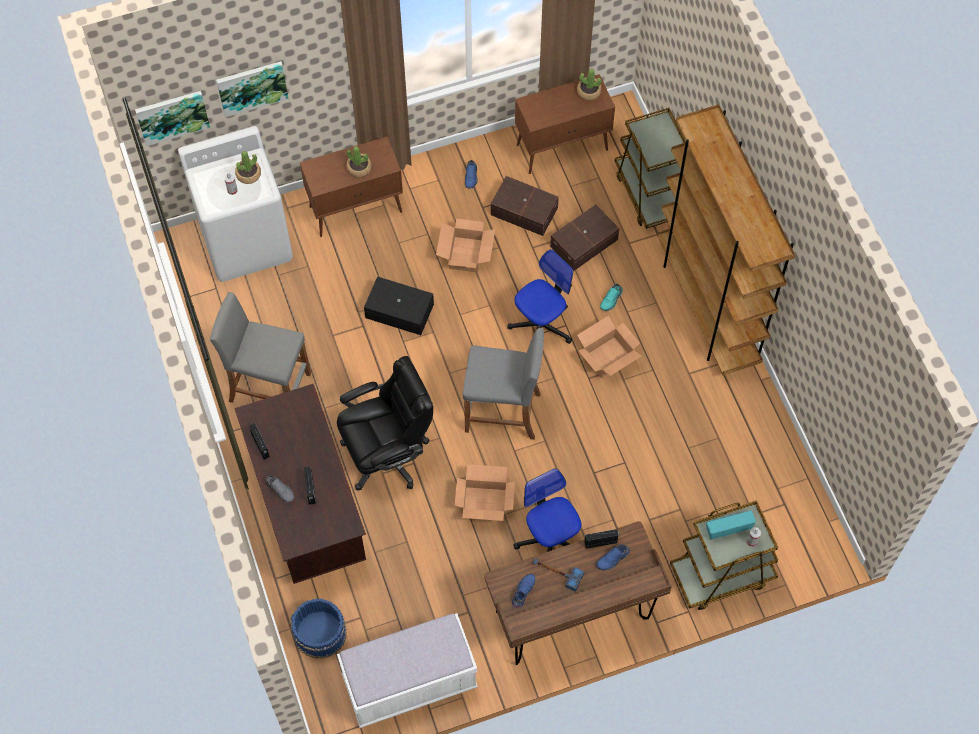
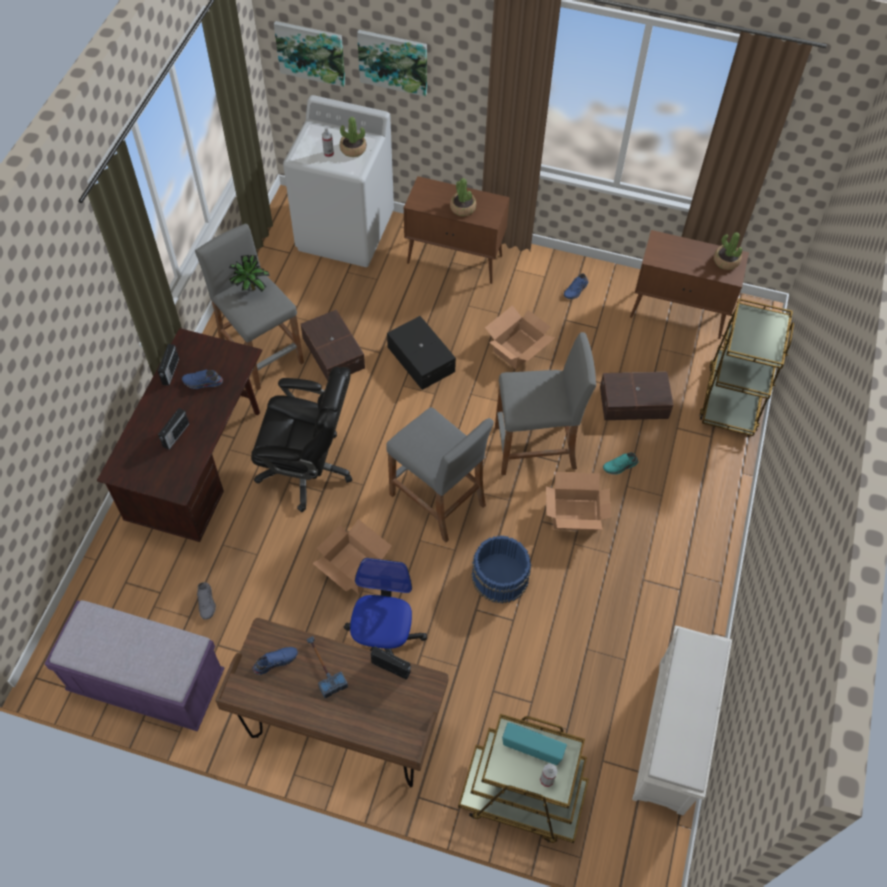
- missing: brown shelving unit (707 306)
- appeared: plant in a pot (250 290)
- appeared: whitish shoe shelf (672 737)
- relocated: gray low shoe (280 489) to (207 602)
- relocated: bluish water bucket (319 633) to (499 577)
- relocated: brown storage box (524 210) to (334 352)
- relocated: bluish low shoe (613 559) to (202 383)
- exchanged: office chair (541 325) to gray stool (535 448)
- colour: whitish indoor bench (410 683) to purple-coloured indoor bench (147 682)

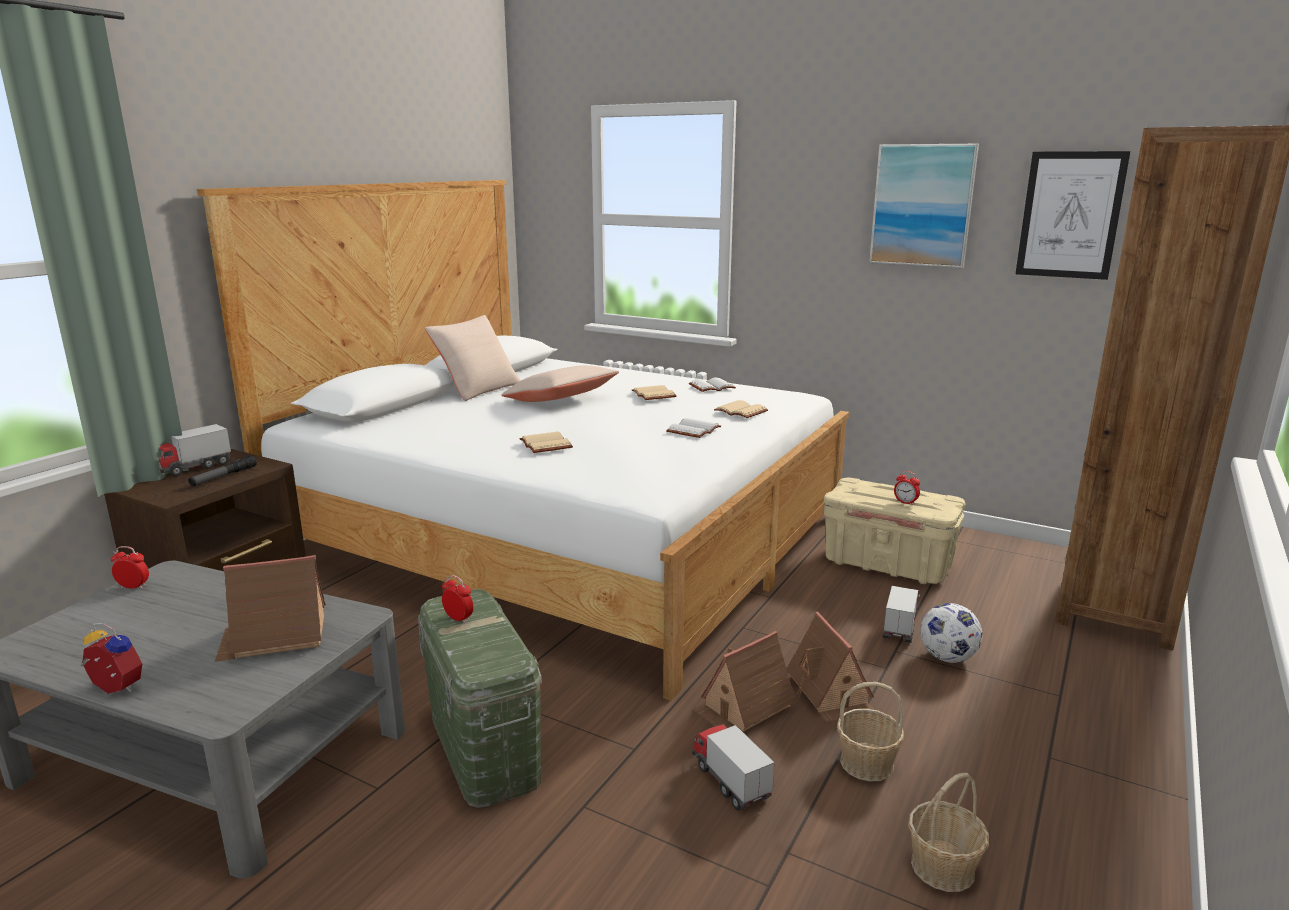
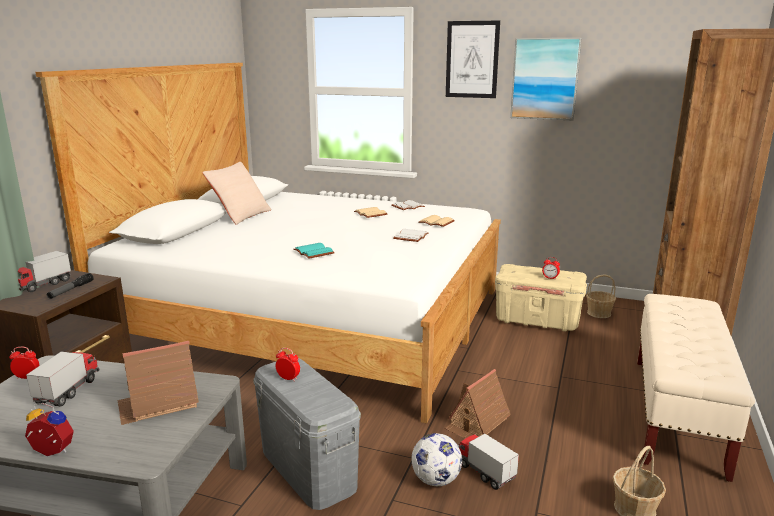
- missing: beige throw pillow (560 400)
- missing: miniature house (830 692)
- appeared: beige indoor bench (677 414)
- relocated: basket (867 763) to (599 313)
- relocated: toy lorry (899 627) to (68 391)
- relocated: ball for football (947 658) to (436 480)
- relocated: wall picture (1070 215) to (472 59)
- colour: green storage box (483 747) to gray storage box (307 468)
- colour: beige bound book (544 444) to turquoise-coloured bound book (312 252)

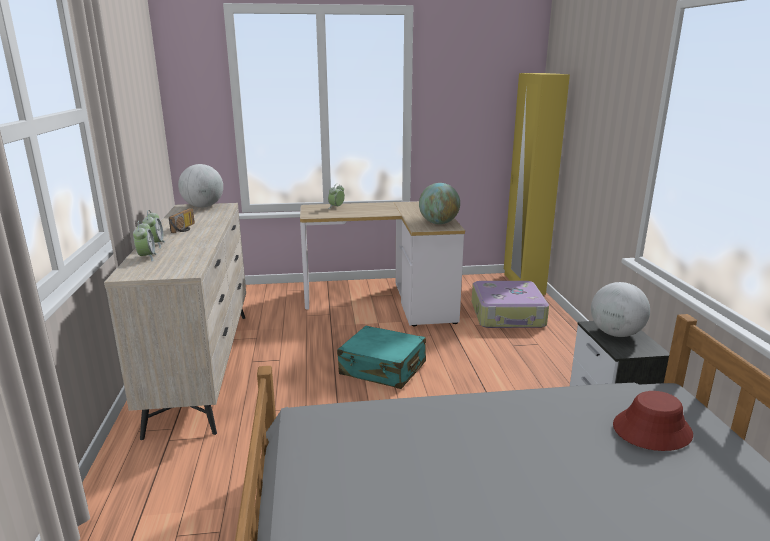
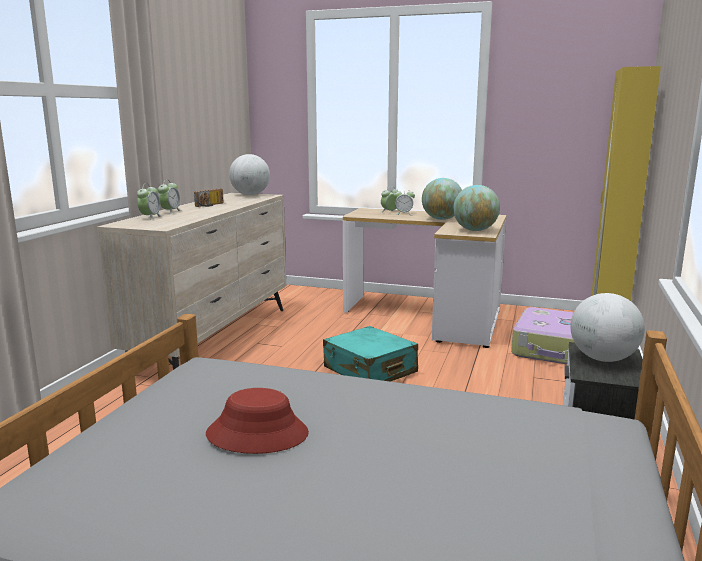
- appeared: table clock (403 214)
- appeared: desk globe (441 219)
- relocated: red-coloured hat (651 430) to (257 434)

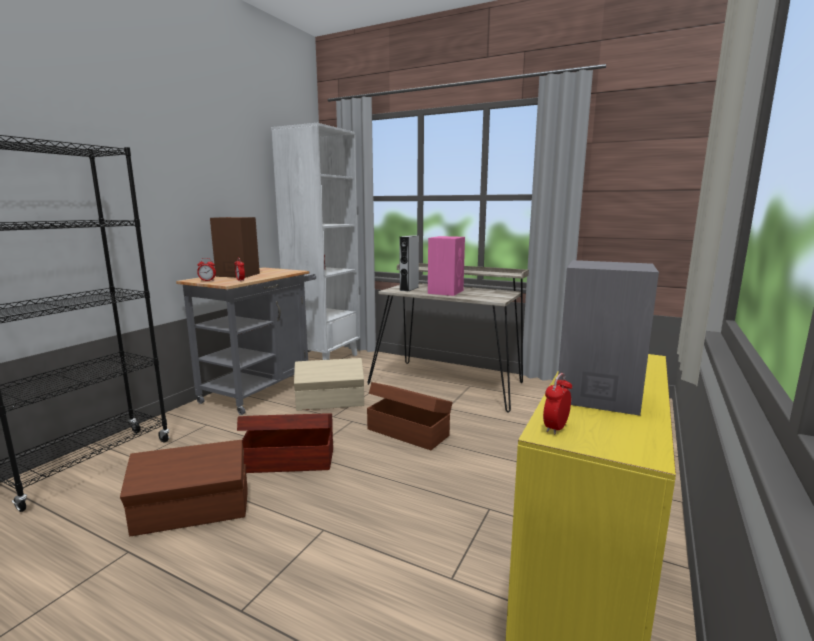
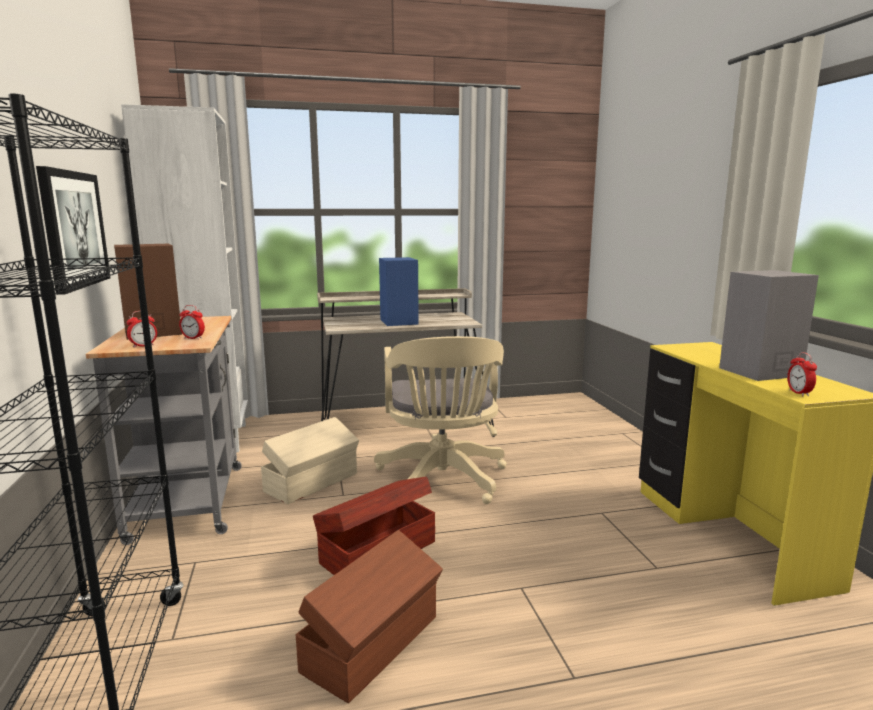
- missing: gray speaker (409 289)
- appeared: wall picture (74 229)
- exchanged: brown storage box (408 431) to beige office chair (442 481)
- colour: pink-coloured speaker (446 292) to bluish speaker (398 321)

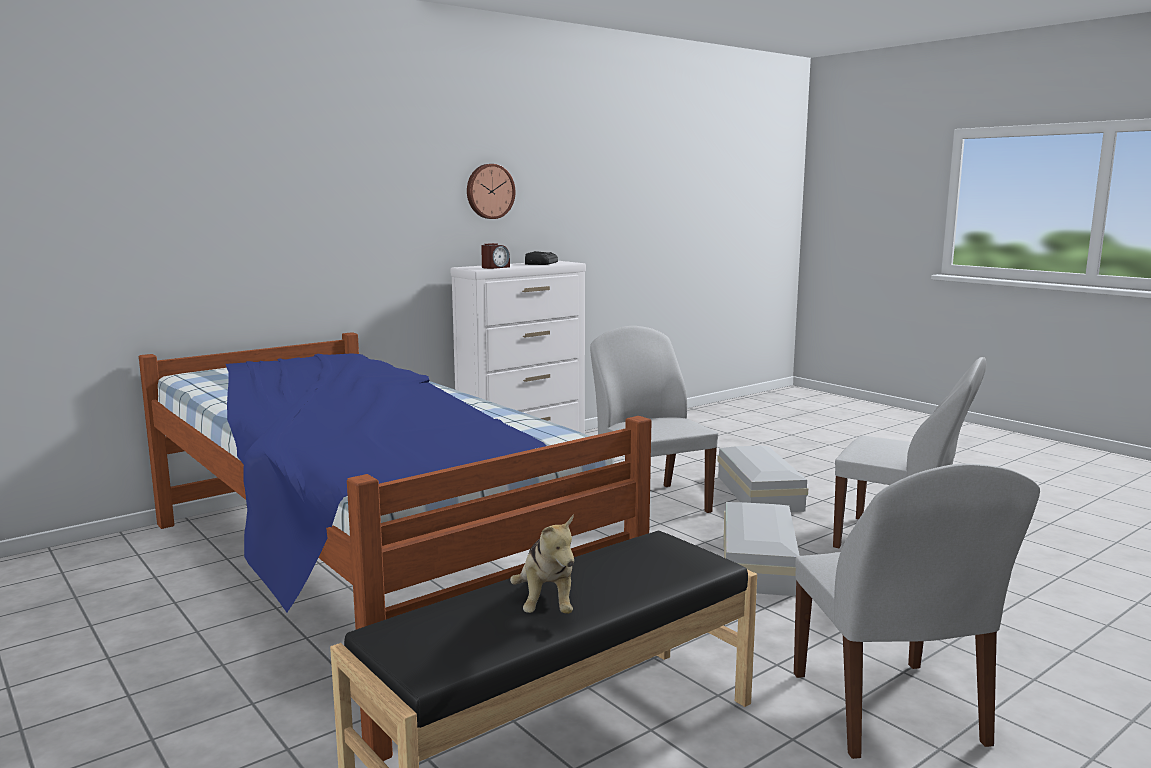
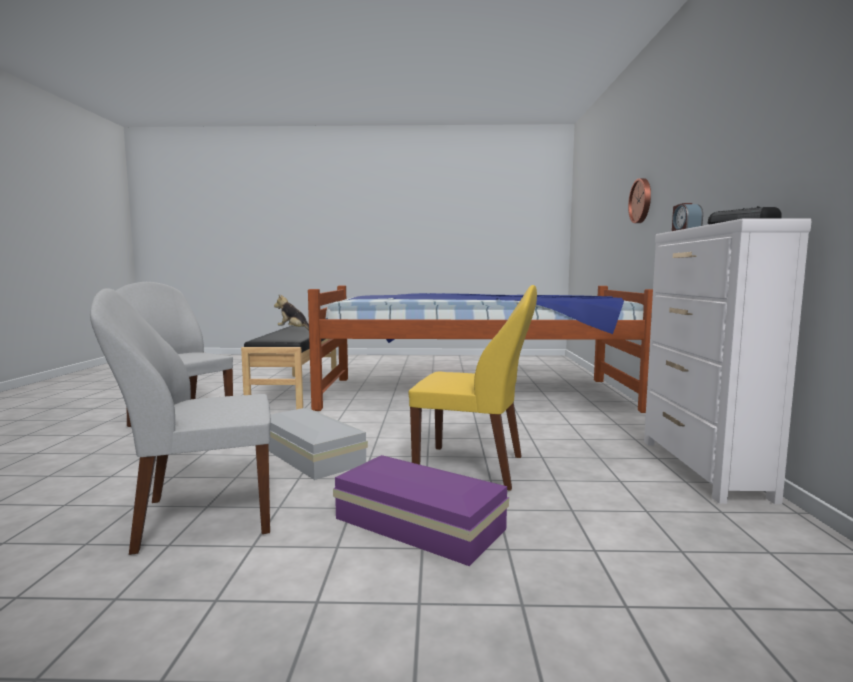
- relocated: hanging clock (489 191) to (641 201)
- colour: whitish chair (651 503) to yellow-coloured chair (473 468)
- colour: whitish storage box (760 492) to purple-coloured storage box (420 525)

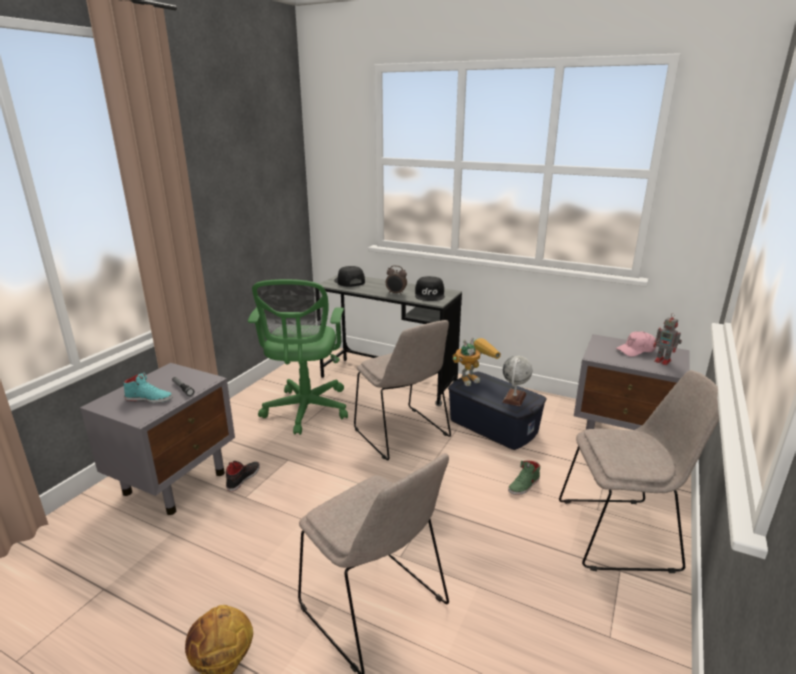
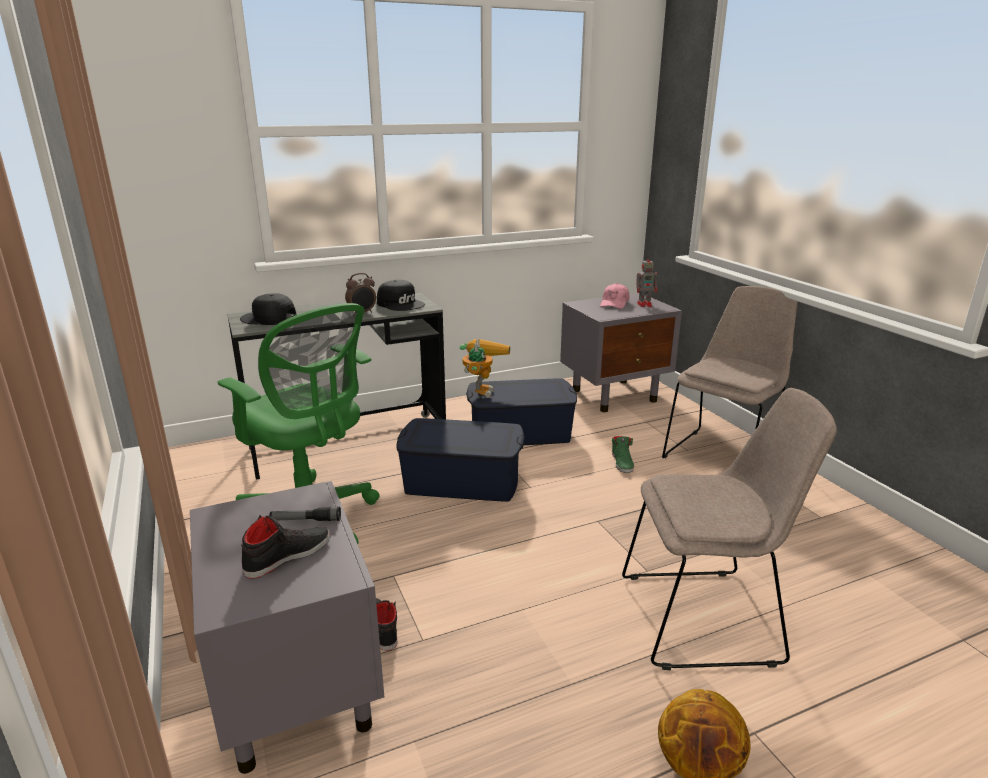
- missing: desk globe (514 398)
- exchanged: beige chair (402 434) to bluish storage box (462 482)
- colour: turquoise-coloured low shoe (149 398) to black low shoe (287 555)

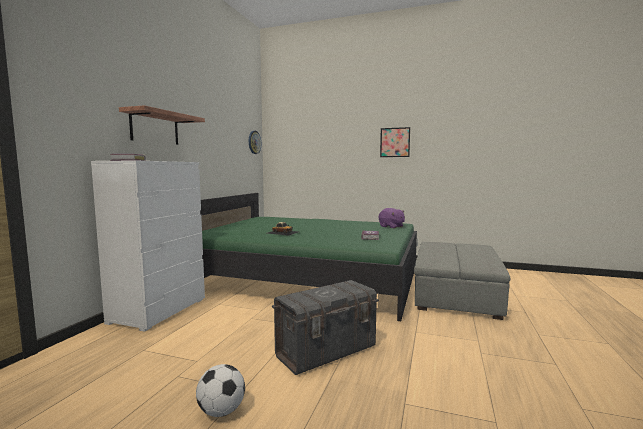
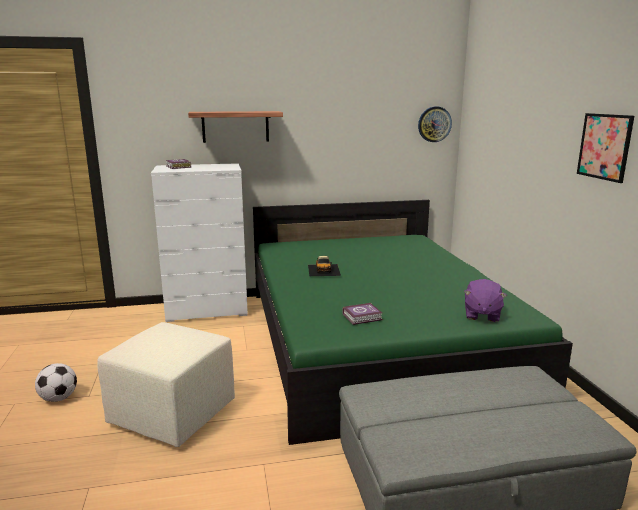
- exchanged: gray storage box (327 351) to beige footrest (174 414)

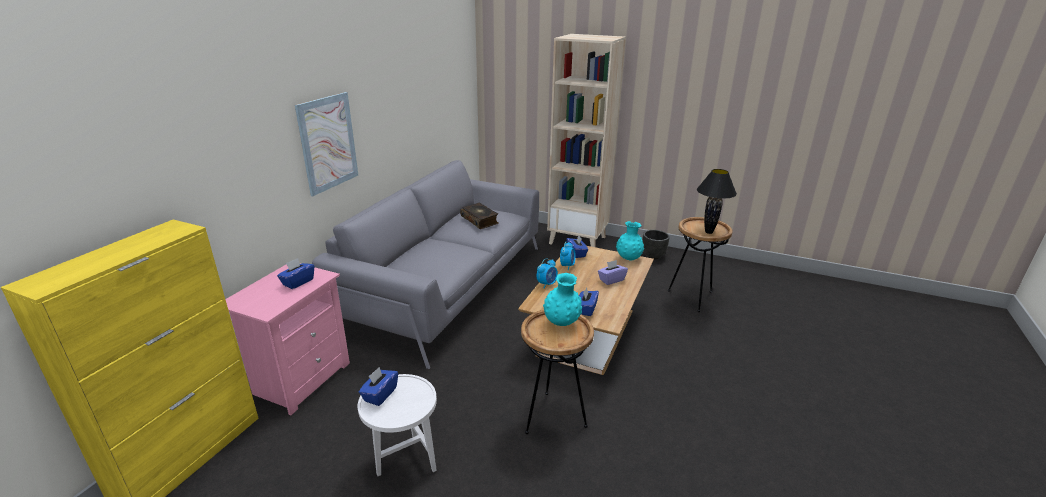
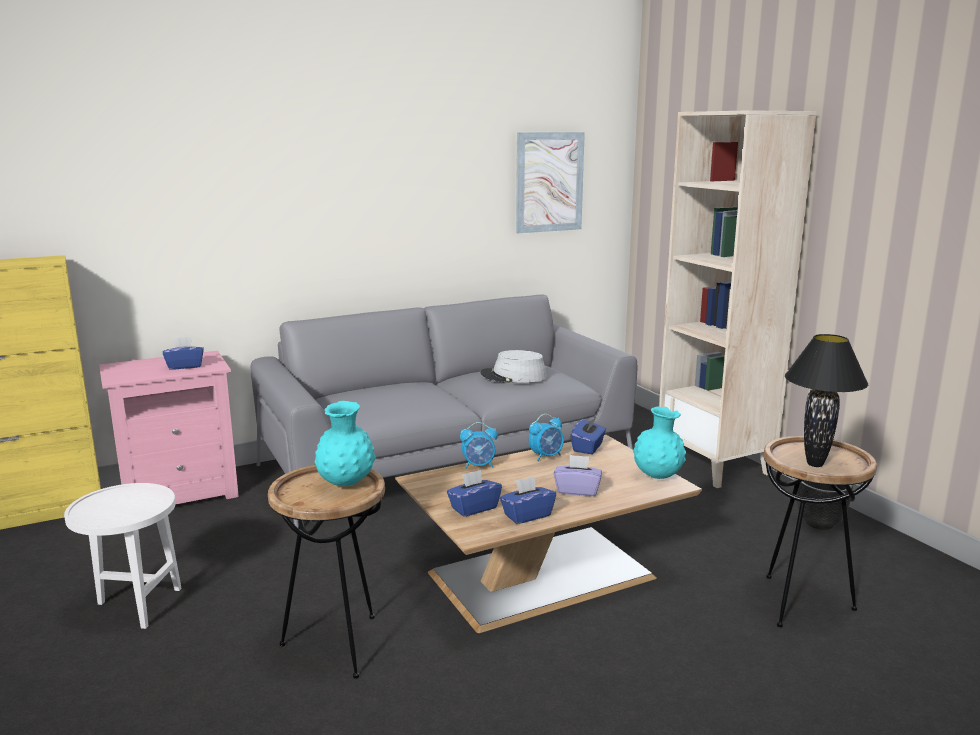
- relocated: wall picture (328 143) to (549 182)
- relocated: bluish tissue holder (380 394) to (527 515)
- exchanged: bound book (480 220) to gray hat (513 376)

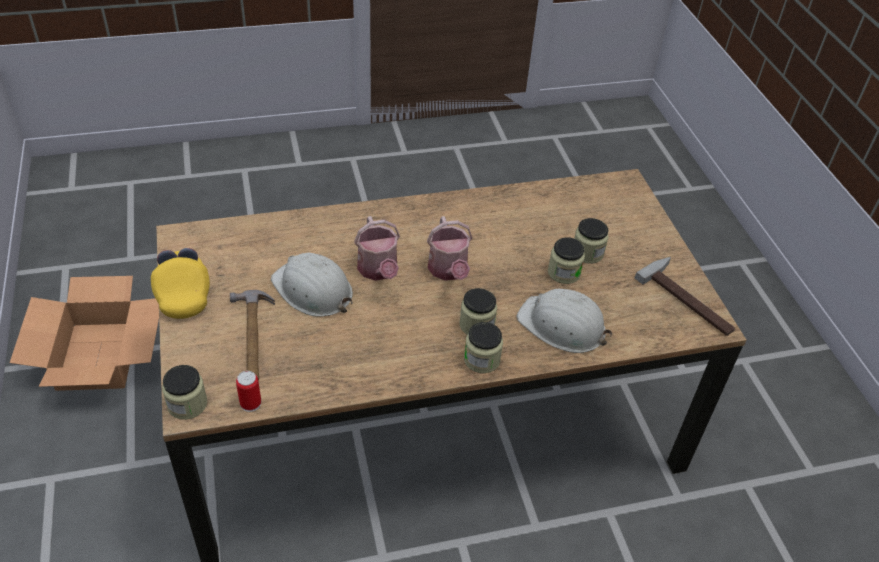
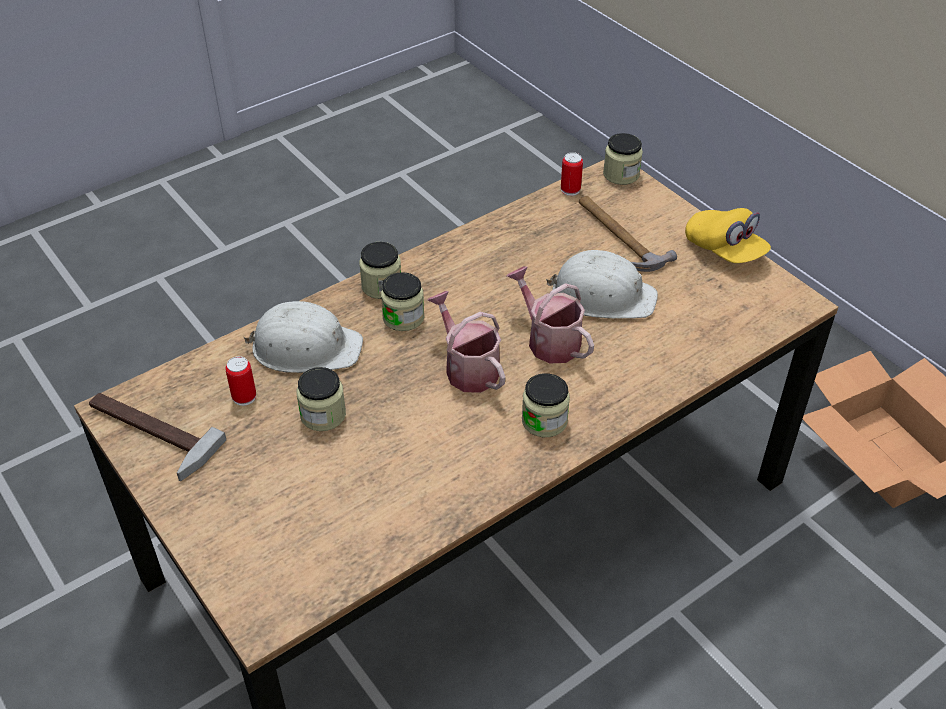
- appeared: can (244 397)
- relocated: storage jar (587 253) to (544 421)

